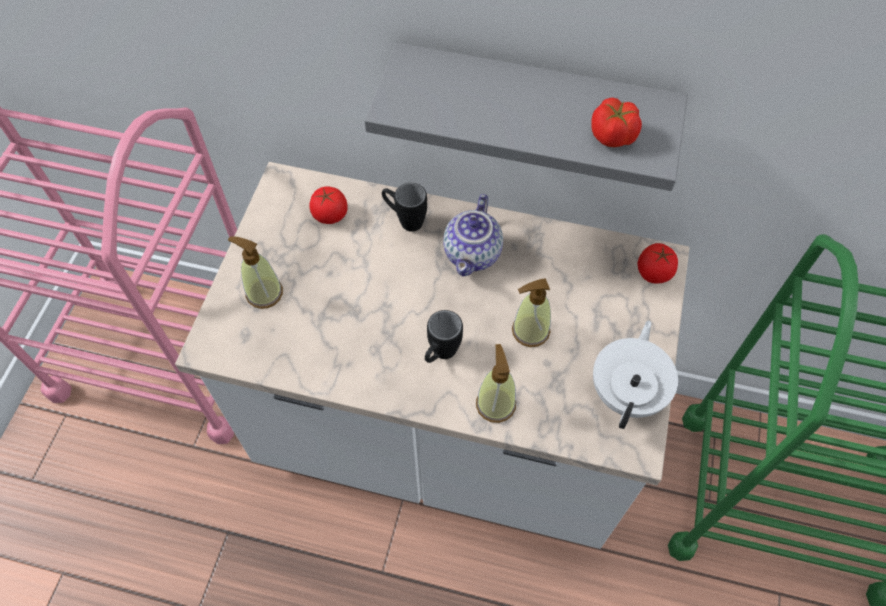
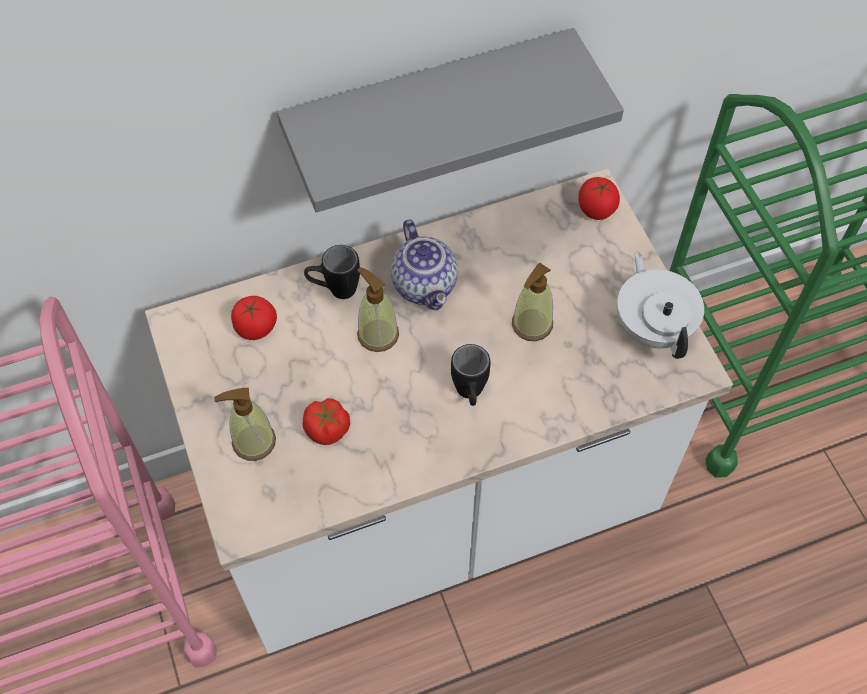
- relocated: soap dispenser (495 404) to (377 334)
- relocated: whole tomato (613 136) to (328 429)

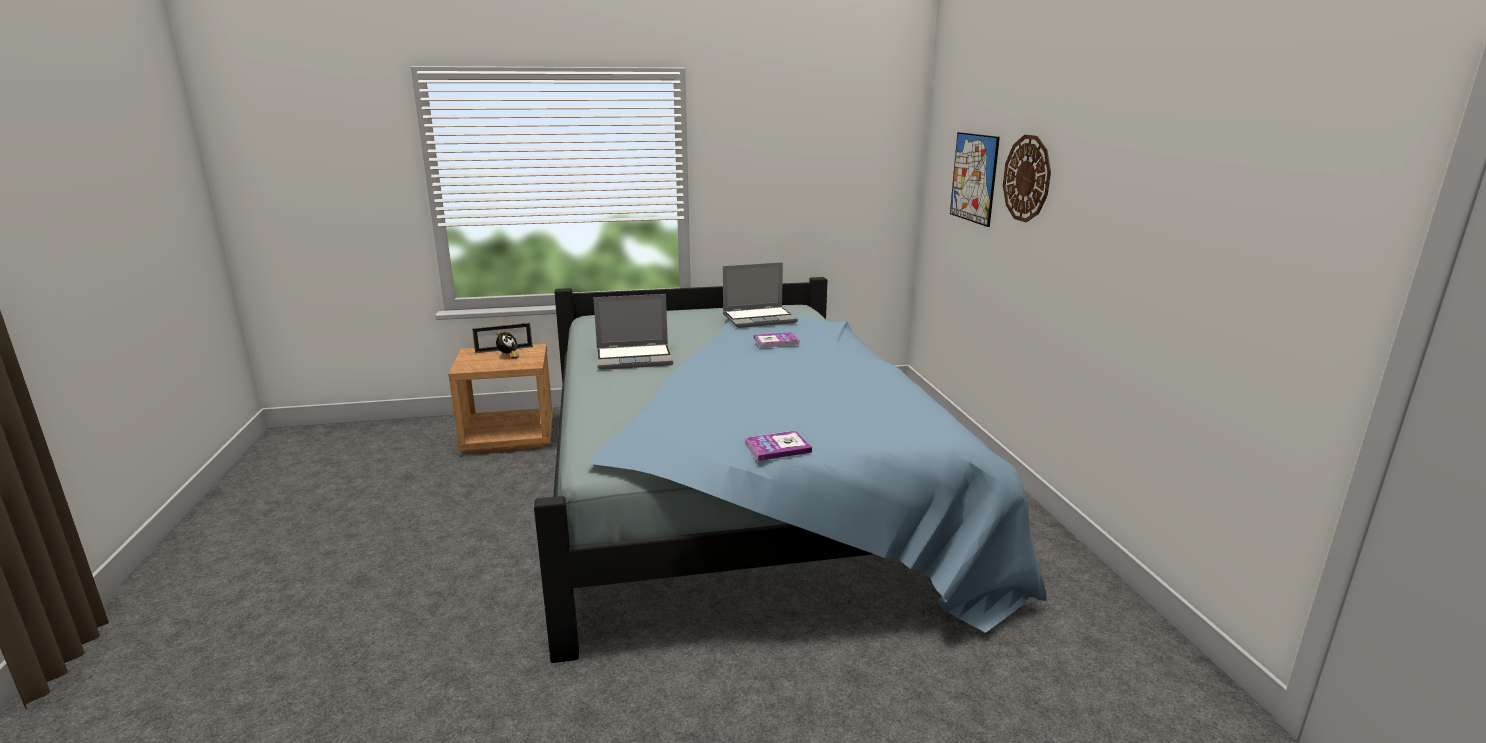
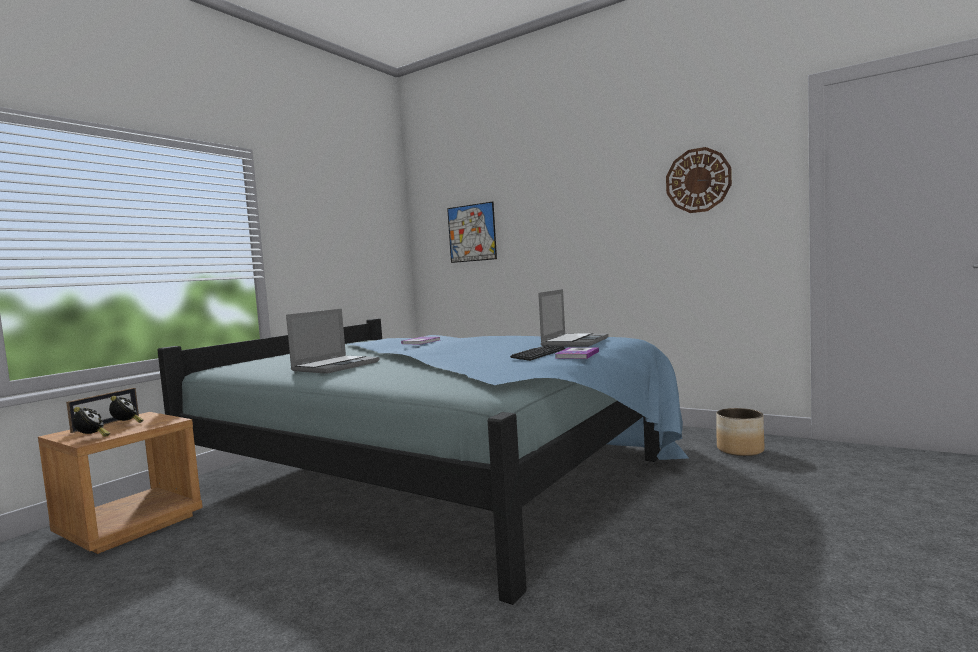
- appeared: table clock (91 438)
- appeared: computer keyboard (538 354)
- appeared: plant pot (740 450)
- relocated: notebook computer (760 318) to (574 342)
- relocated: hanging clock (1027 178) to (698 180)

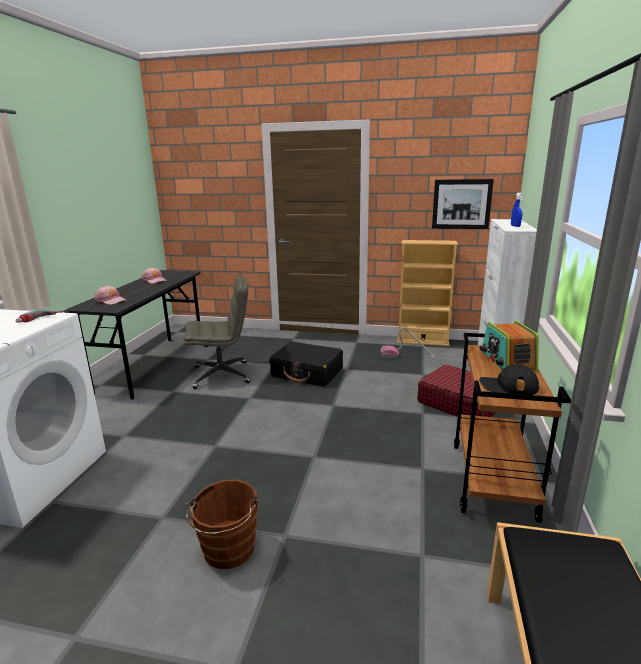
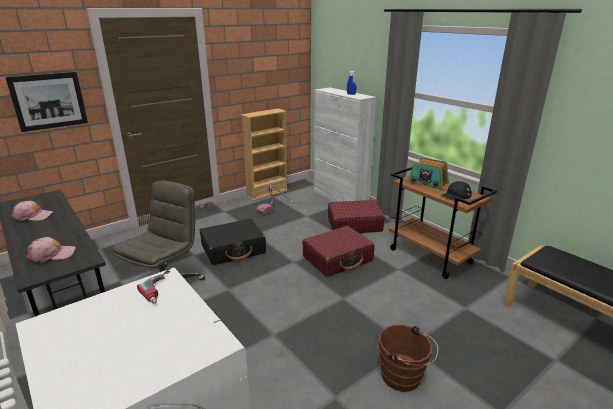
- appeared: red-coloured suitcase (338 259)
- relocated: wall picture (461 204) to (49 101)

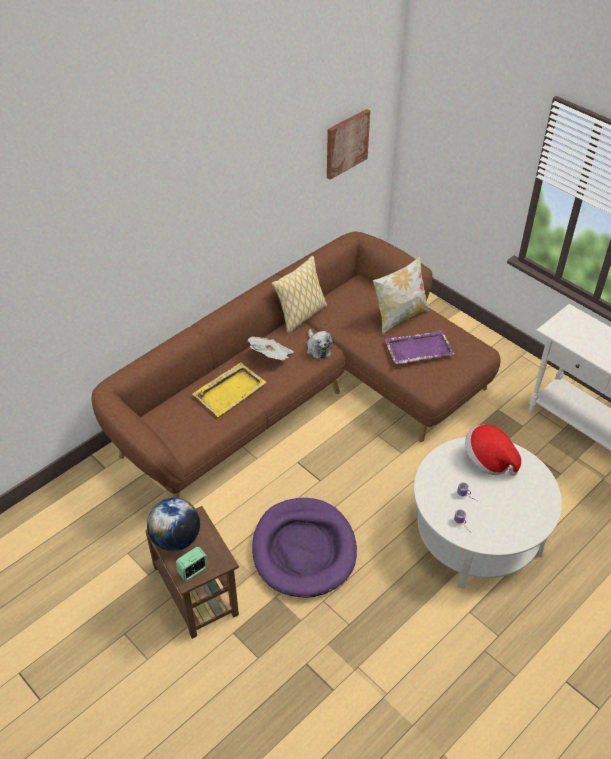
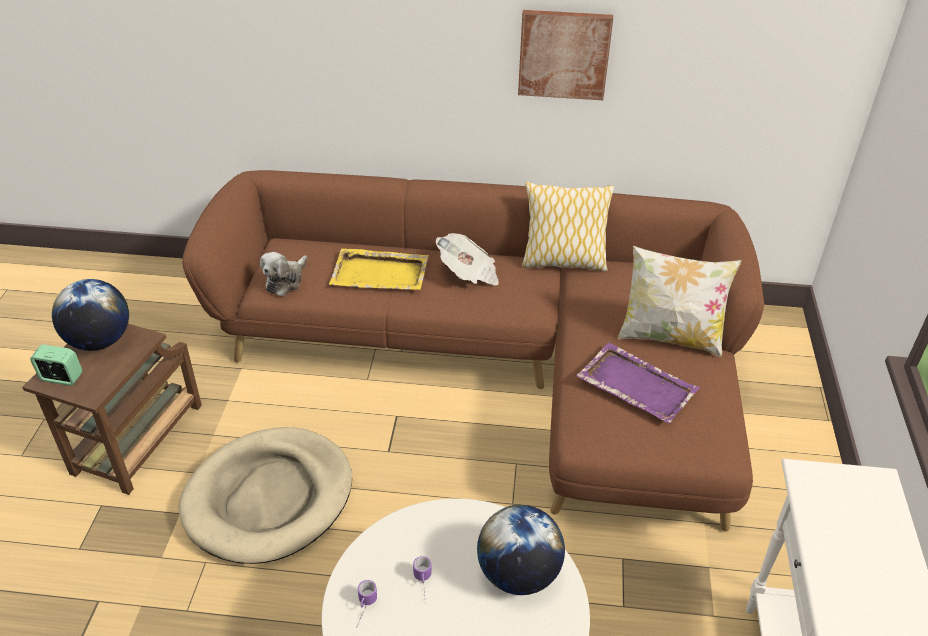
- relocated: soft toy (318 348) to (285 281)
- relocated: wall picture (346 143) to (564 54)
- exchanged: hat (488 460) to desk globe (518 574)
- colour: purple-coloured dog bed (304 550) to beige dog bed (269 498)

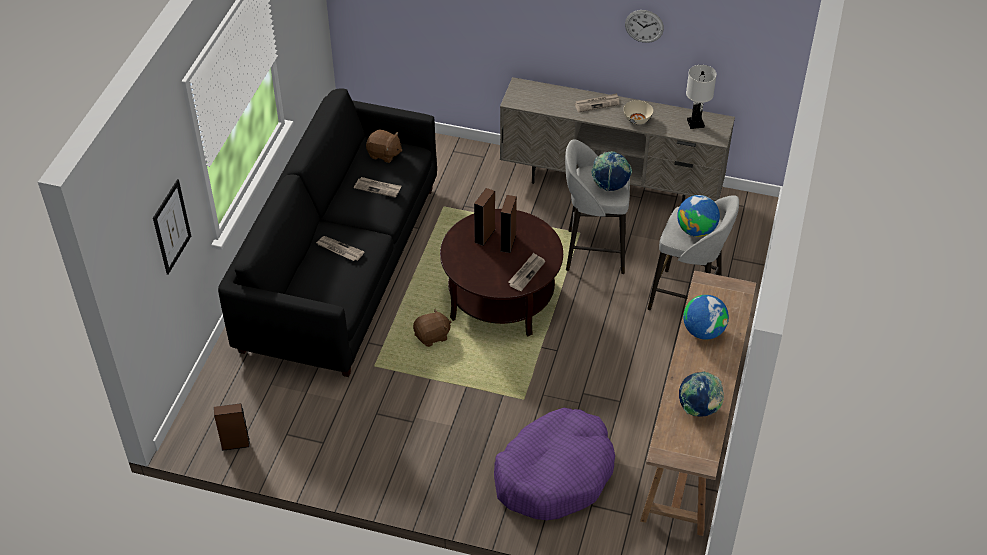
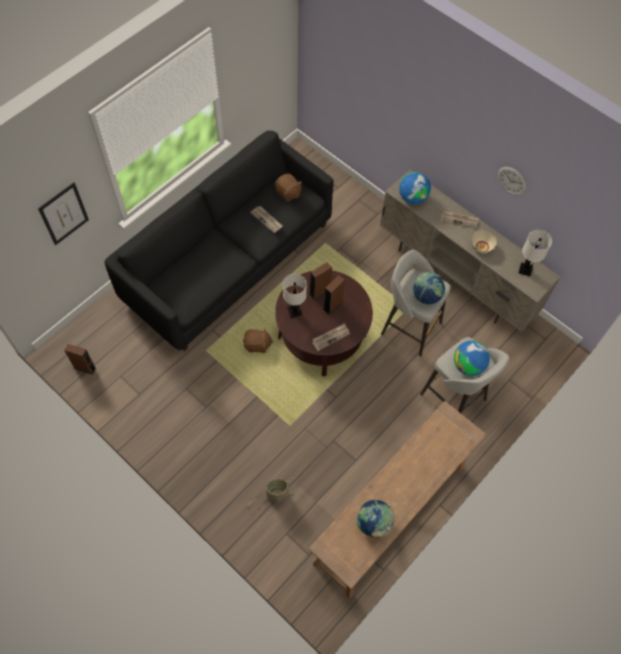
- missing: daily paper (339 250)
- appeared: whitish tabletop lamp (294 311)
- relocated: desk globe (703 331) to (412 197)
- exchanged: purple-coloured dog bed (554 474) to basket (276 495)

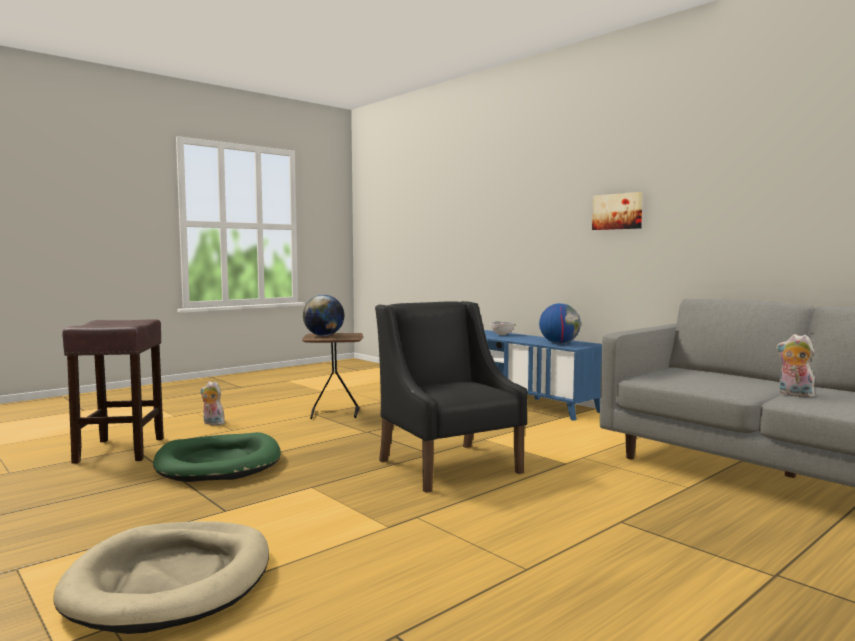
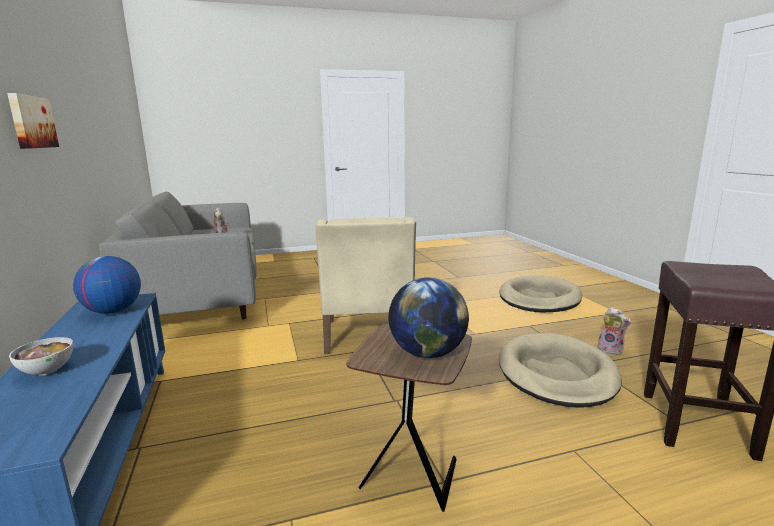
- relocated: soft toy (212 423) to (611 350)
- colour: green dog bed (219 463) to beige dog bed (556 374)
- colour: black lounge chair (448 466) to beige lounge chair (367 335)

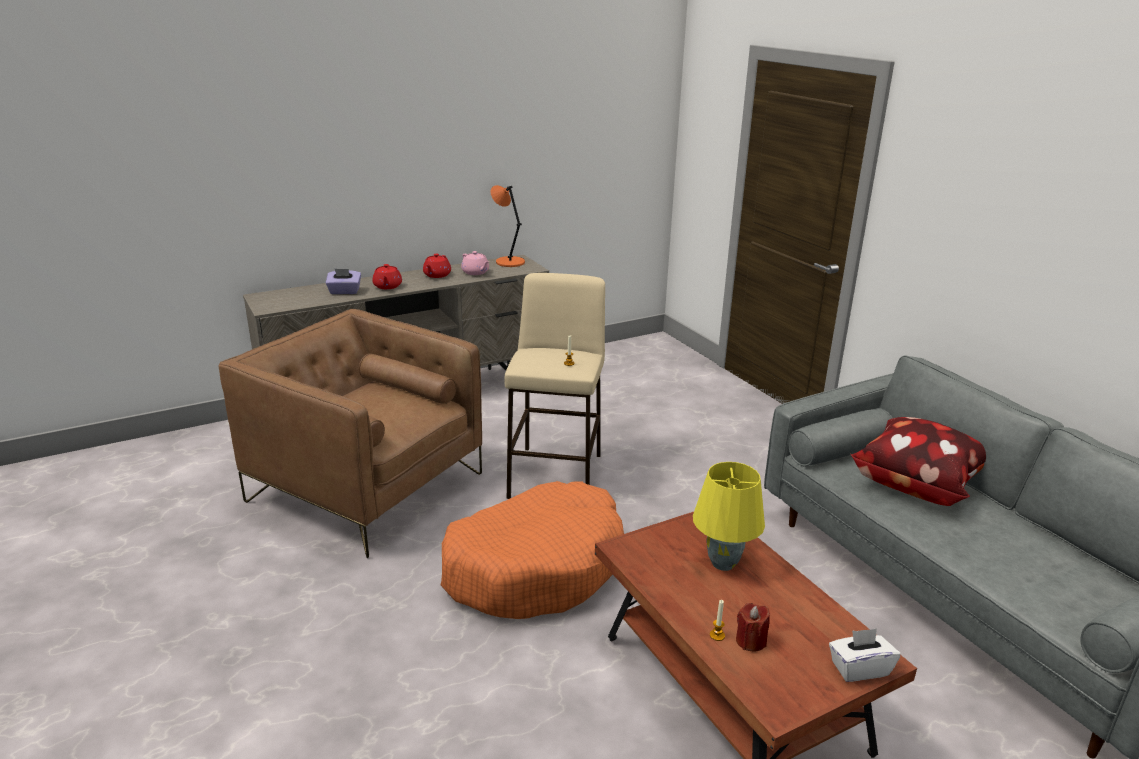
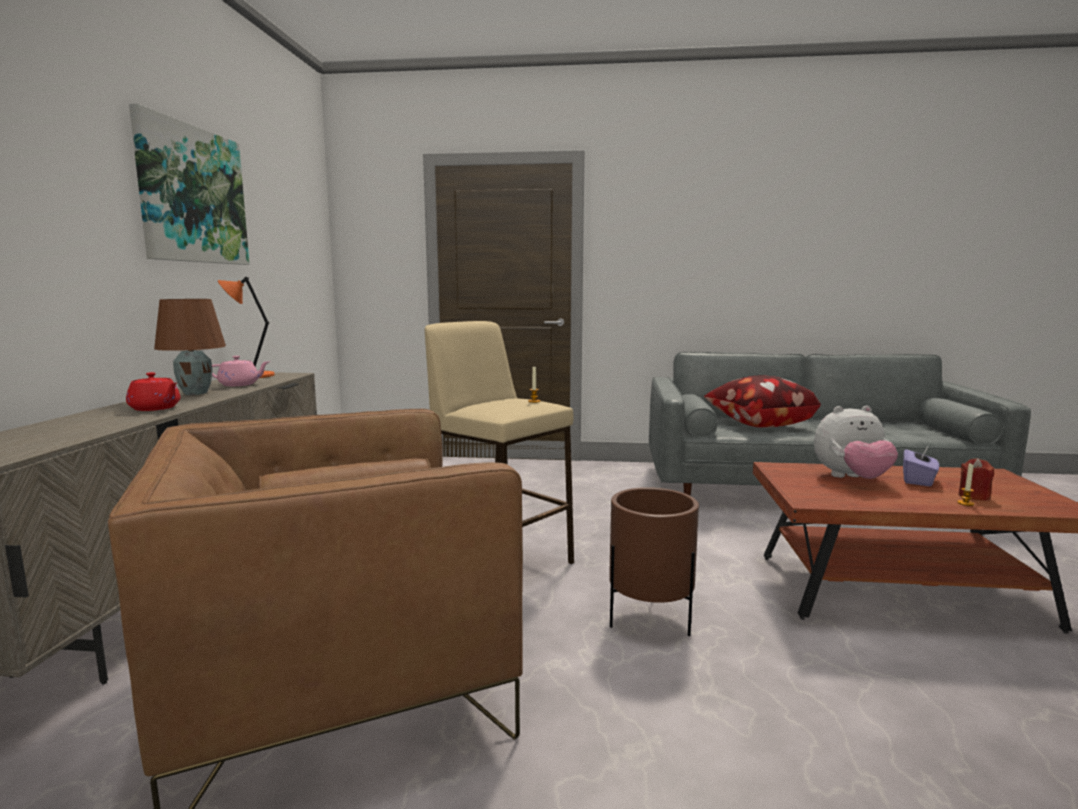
- missing: whitish tissue holder (859 668)
- appeared: wall picture (192 195)
- relocated: purple-coloured tissue holder (344 292) to (918 480)
- exchanged: red-coloured pot for tea (436 275) to brown tabletop lamp (196 393)
- exchanged: orange dog bed (535 567) to brown plant pot (650 620)
- exchanged: yellow-coloured tabletop lamp (724 563) to soft toy (851 479)

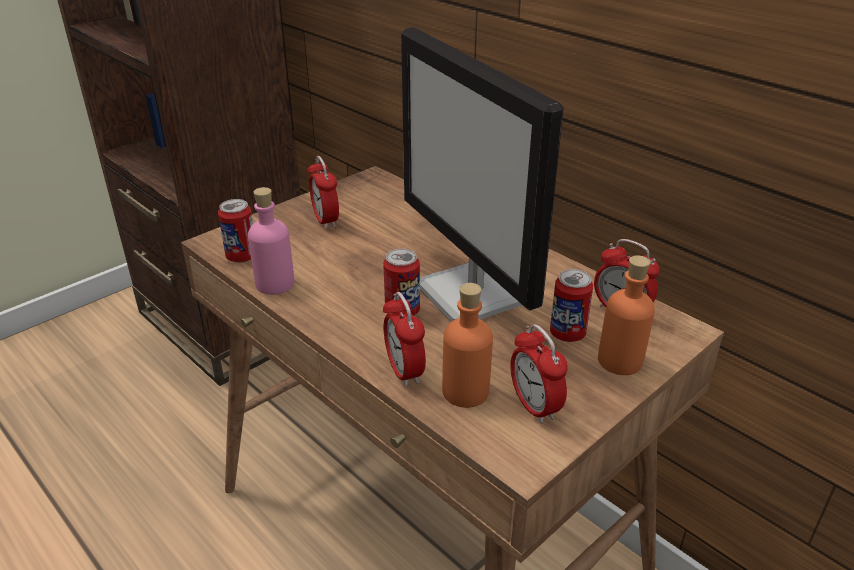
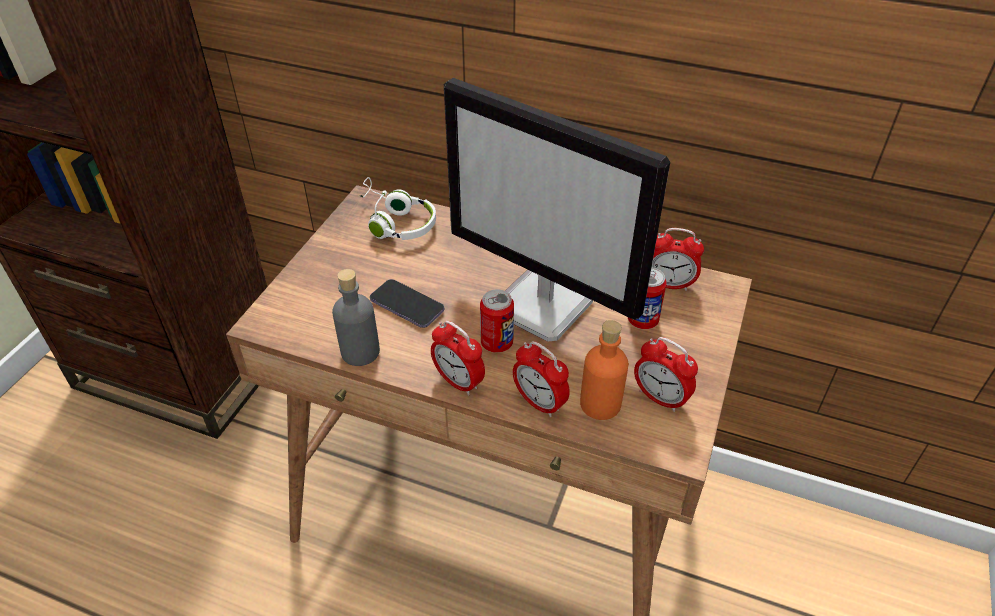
- missing: can (242 257)
- missing: orange beverage bottle (620 361)
- appeared: whitish pair of headphones (395 222)
- appeared: phone (407 305)
- relocated: table clock (325 220) to (458 382)
- colour: pink-coloured beverage bottle (275 284) to gray beverage bottle (360 352)

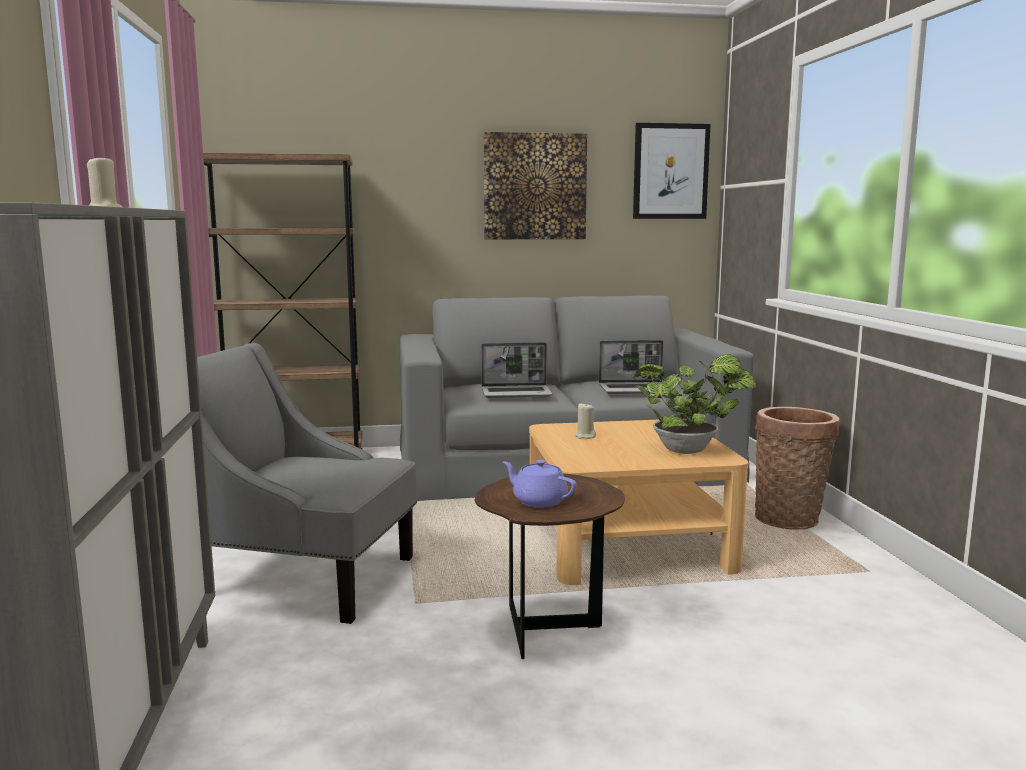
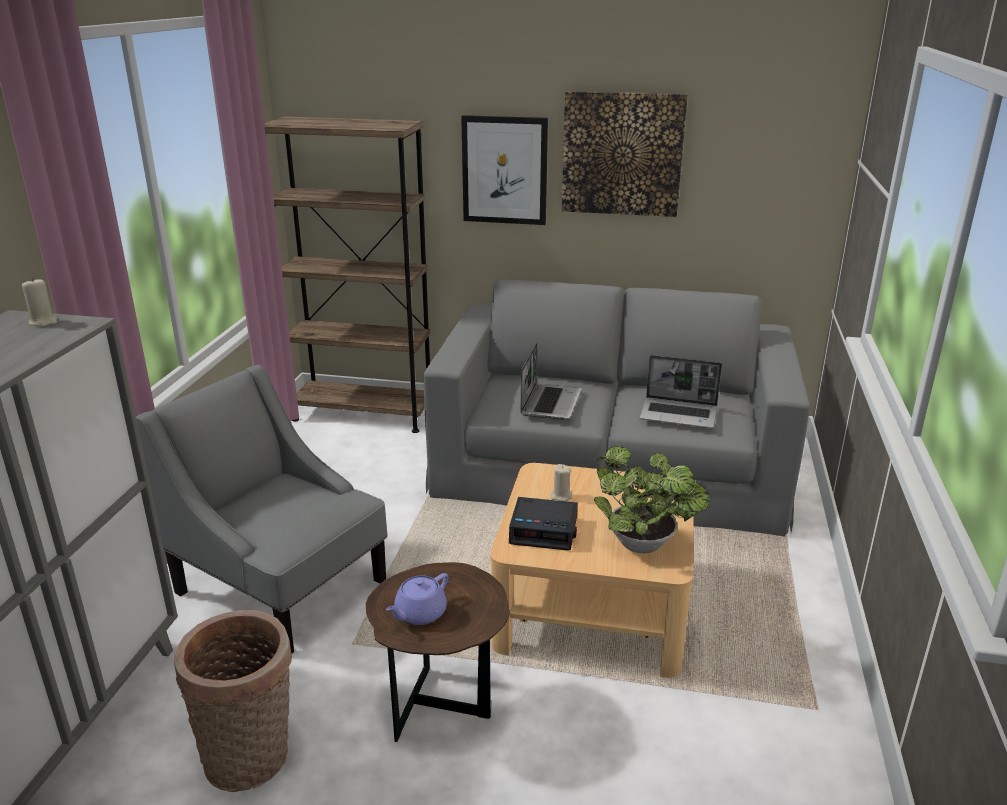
- appeared: table clock (544 530)
- relocated: wall picture (670 171) to (504 170)
- relocated: basket (790 519) to (252 758)
- spun: notebook computer (517 393) = (550 403) 90 degrees counterclockwise
- spun: purple-coloured pot for tea (538 501) = (419 614) 105 degrees counterclockwise

